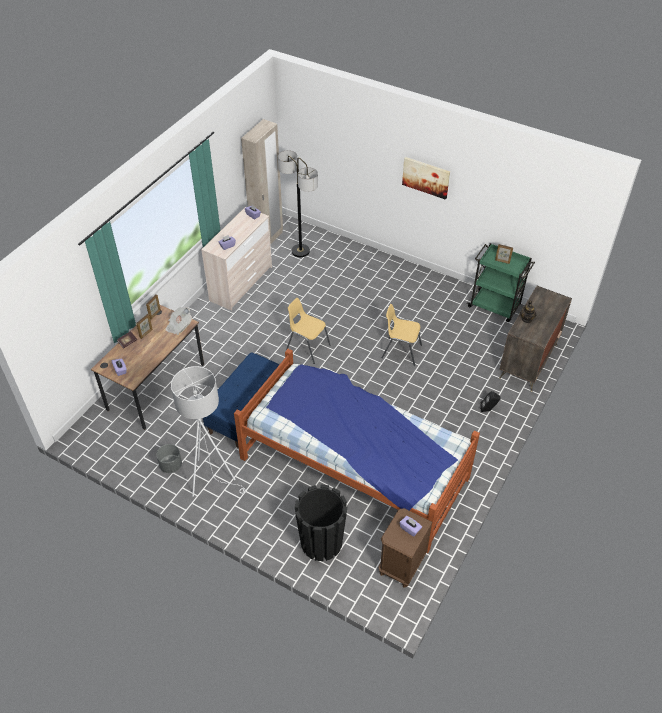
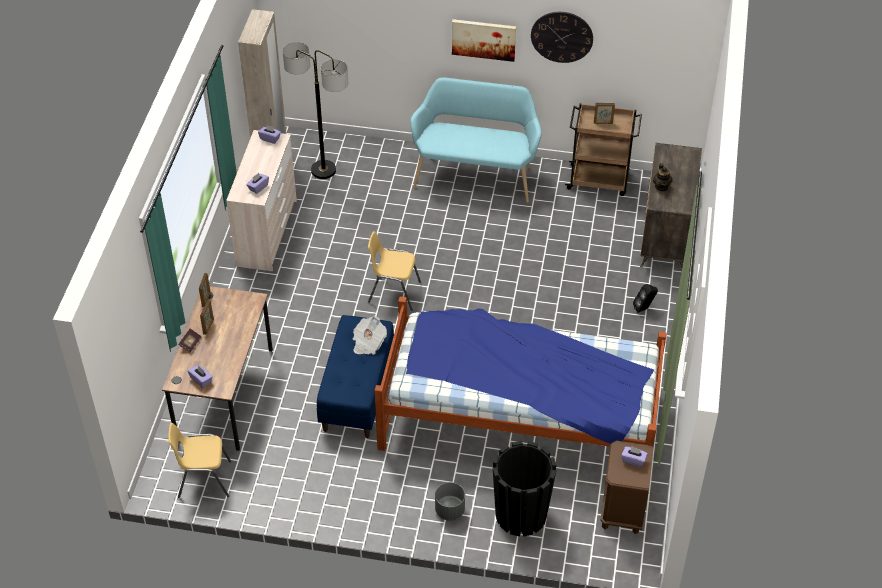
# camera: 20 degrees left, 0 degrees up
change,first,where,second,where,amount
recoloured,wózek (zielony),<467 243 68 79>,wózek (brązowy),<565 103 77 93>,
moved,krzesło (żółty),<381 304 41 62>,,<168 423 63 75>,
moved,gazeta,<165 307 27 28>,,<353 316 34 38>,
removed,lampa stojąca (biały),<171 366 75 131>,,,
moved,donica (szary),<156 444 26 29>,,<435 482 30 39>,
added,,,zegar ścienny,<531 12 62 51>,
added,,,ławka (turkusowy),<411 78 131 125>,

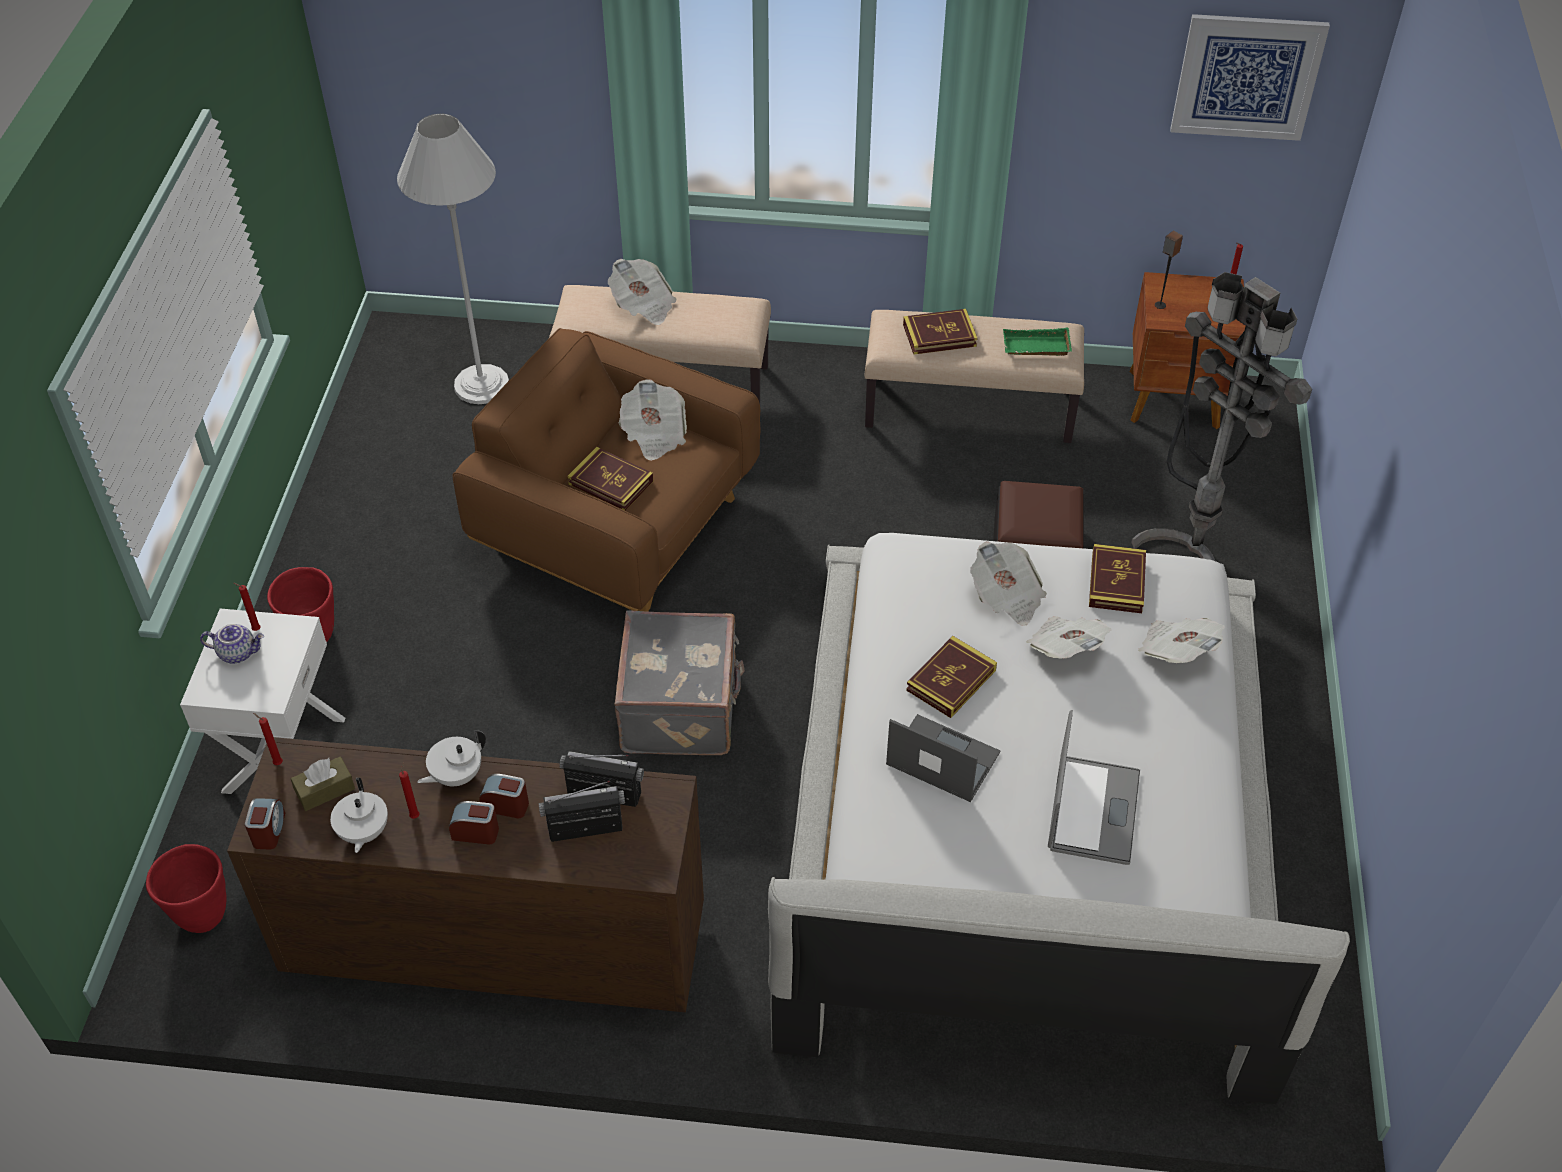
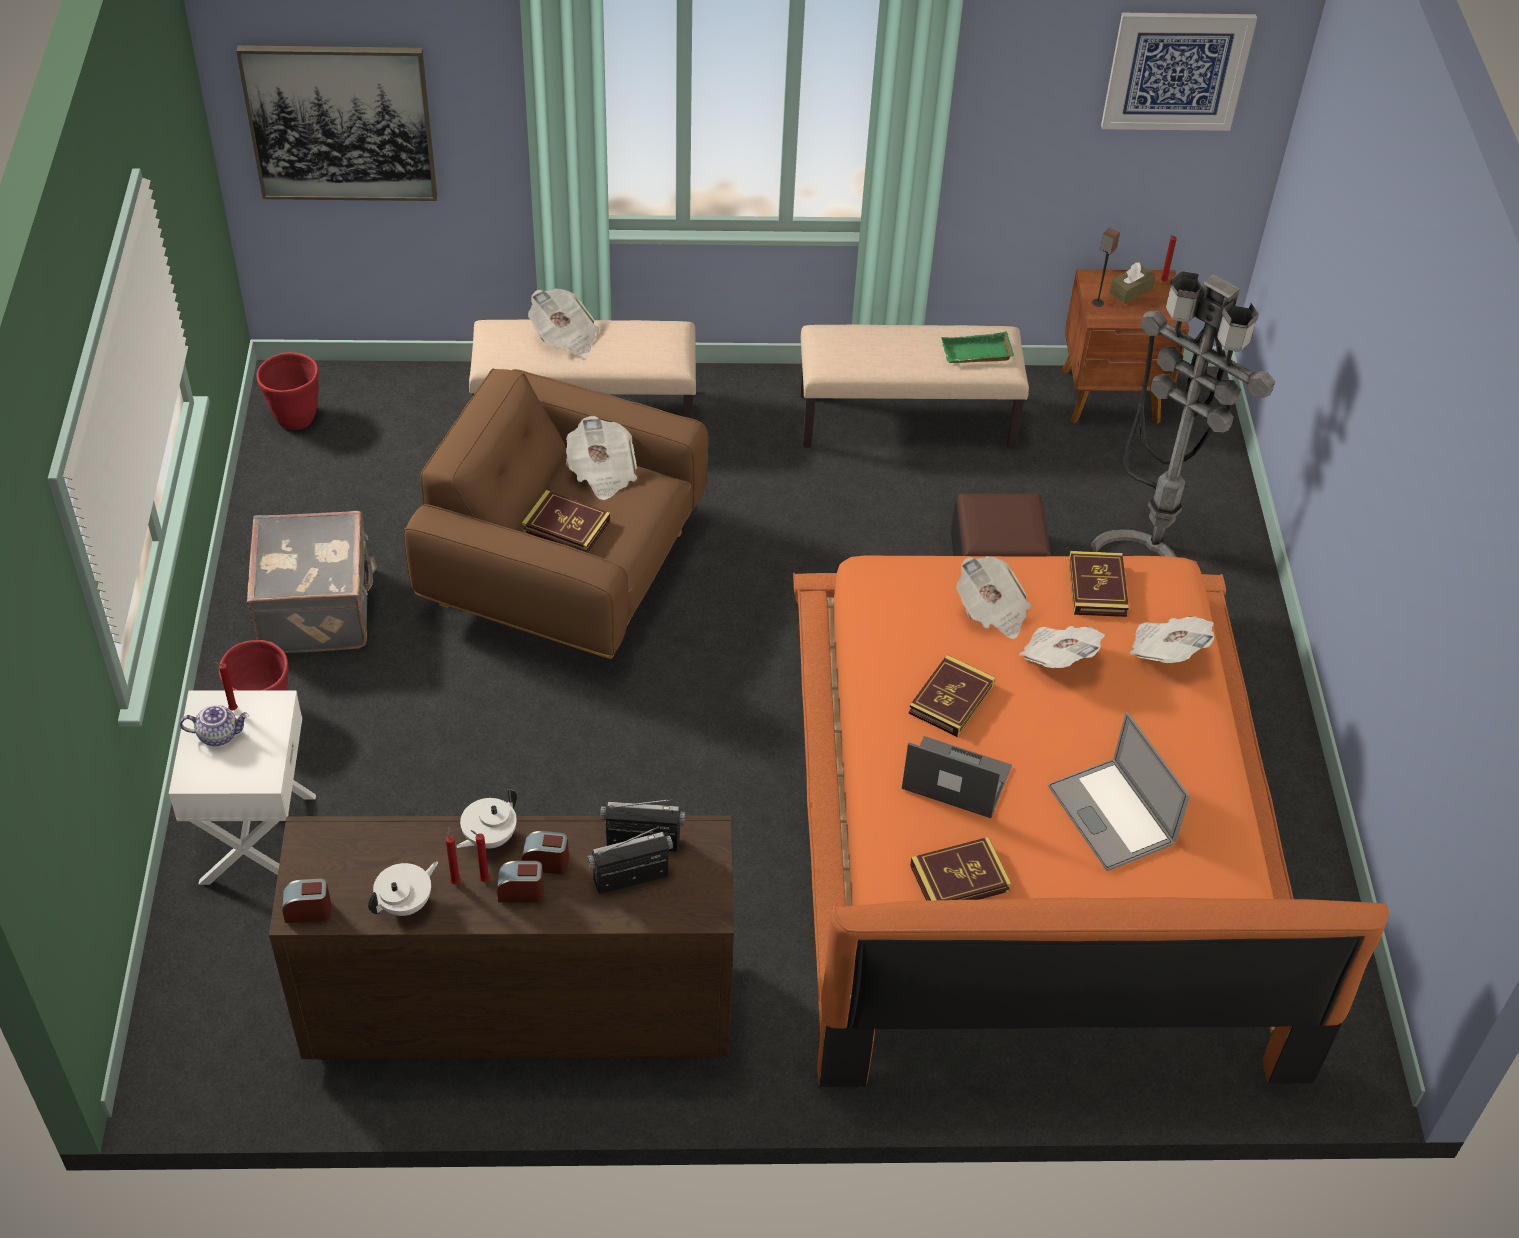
# camera: 10 degrees left, 0 degrees up
change,first,where,second,where,amount
removed,lampa stojąca (biały),<397 114 112 290>,,,
moved,książka,<903 309 74 45>,,<910 837 101 64>,
recoloured,łóżko (biały),<768 533 582 571>,łóżko (pomarańczowy),<793 555 596 532>,
moved,walizka (szary),<614 610 131 145>,,<247 511 130 142>,
turned,laptop,<1048 710 92 155>,,<1048 712 142 159>,150 degrees clockwise
moved,świeca (czerwony),<253 713 30 52>,,<471 830 19 52>,
moved,pudełko chusteczek (brązowy),<291 756 64 55>,,<1110 262 45 42>,
turned,imbryk (biały),<330 778 58 75>,,<368 861 70 55>,120 degrees counterclockwise
turned,budzik,<245 798 40 51>,,<282 878 49 45>,90 degrees counterclockwise
moved,donica (czerwony),<146 844 80 89>,,<256 352 63 78>,
added,,,obraz,<236 45 201 156>,

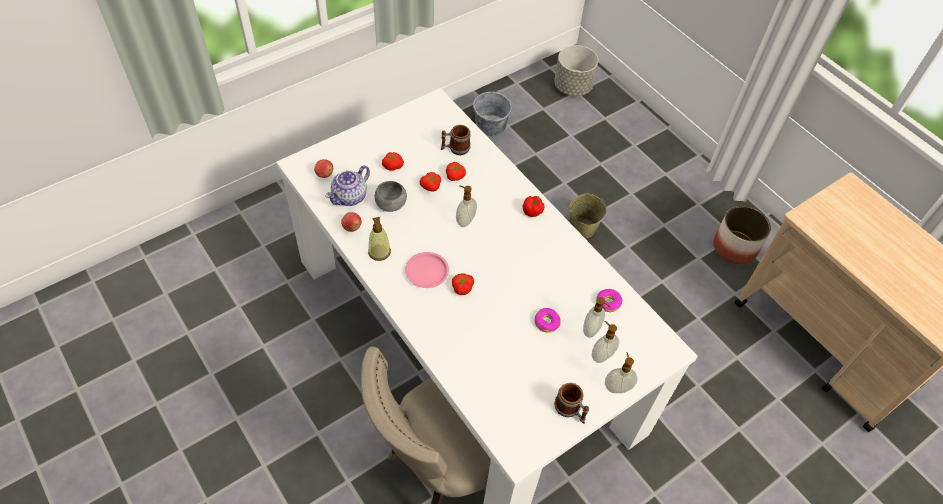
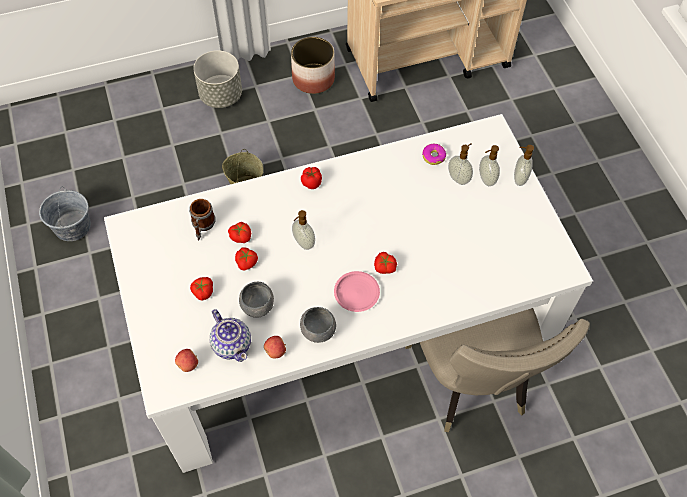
# camera: 70 degrees left, 5 degrees up
change,first,where,second,where,amount
moved,donica (szary),<554 45 45 51>,,<193 50 49 58>,
replaced,dozownik mydła,<368 217 23 44>,miska (szary),<300 307 36 36>,
removed,donut,<535 308 26 25>,,,
removed,kubek,<554 383 35 41>,,,

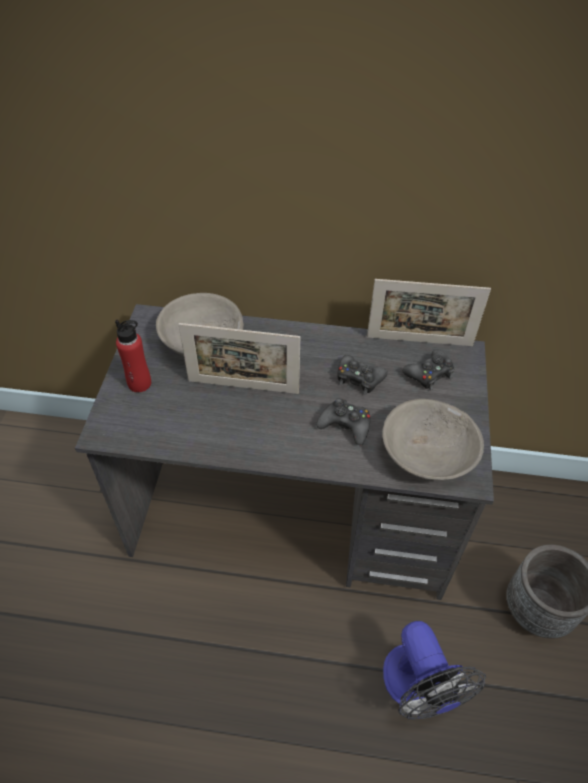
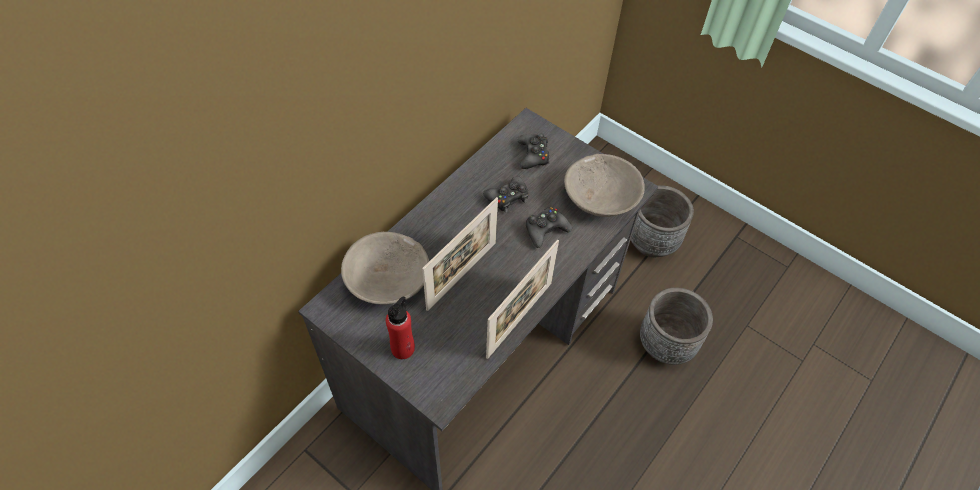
# camera: 60 degrees left, 5 degrees up
change,first,where,second,where,amount
moved,ramka na zdjęcie,<367 279 124 67>,,<486 240 73 119>,
replaced,wentylator,<383 621 103 99>,donica (szary),<640 288 73 77>,

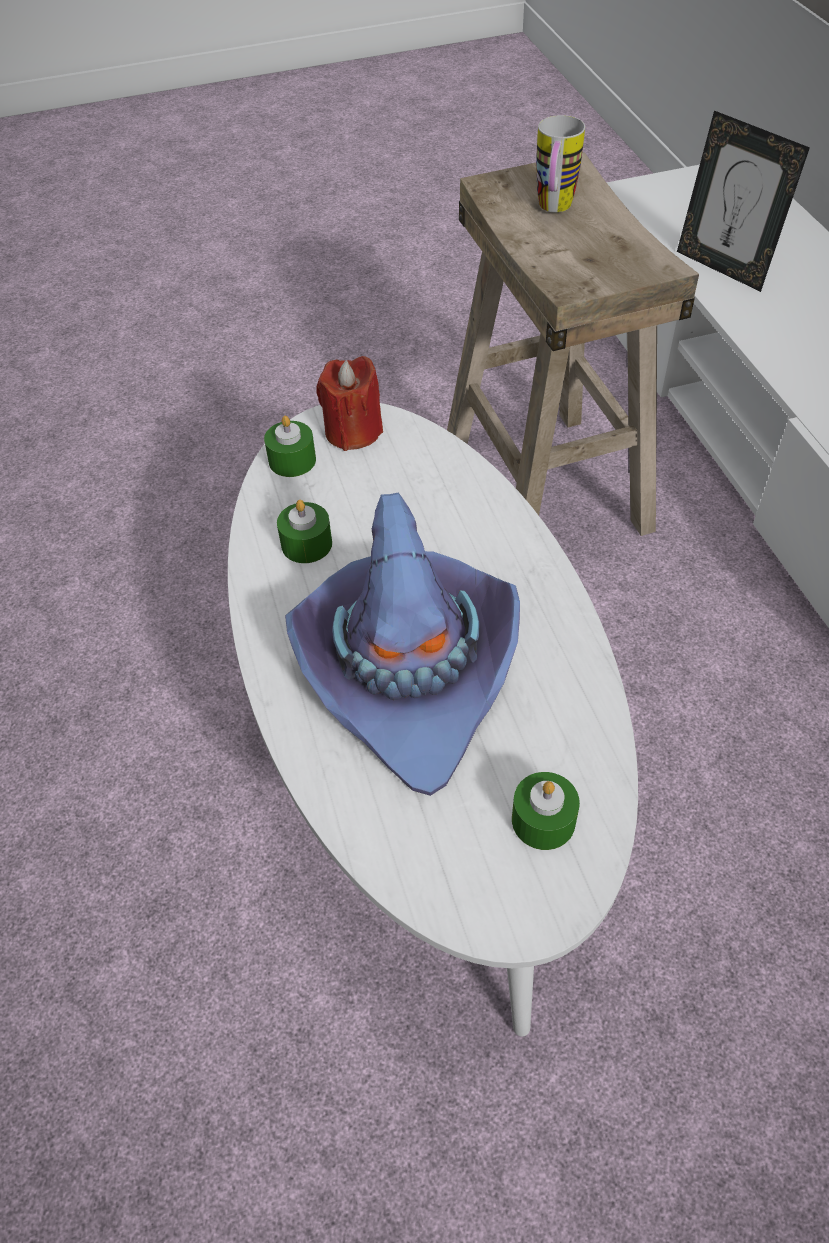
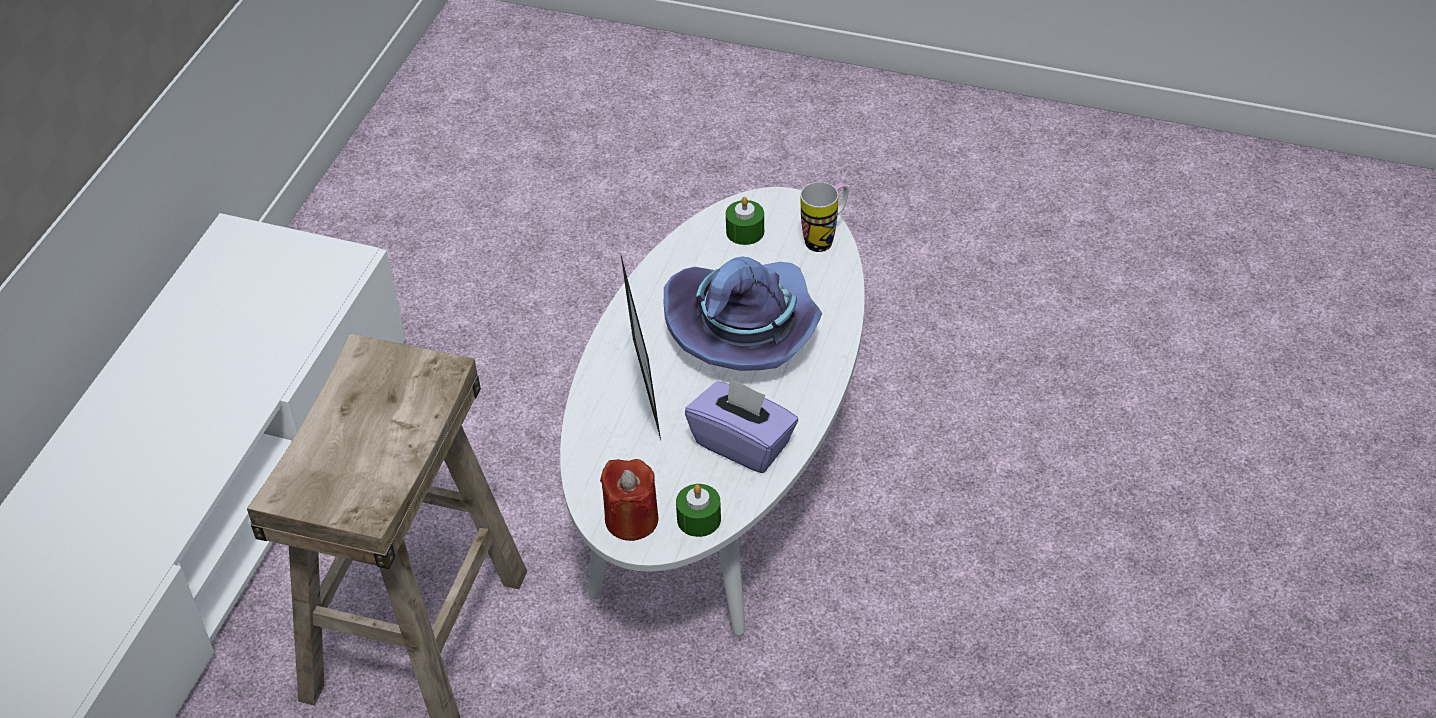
# camera: 145 degrees left, 5 degrees down
change,first,where,second,where,amount
moved,ramka na zdjęcie,<677 111 133 181>,,<621 256 40 184>,
moved,kubek,<536 115 49 98>,,<801 182 47 70>,
replaced,świeca (zielony),<277 500 55 63>,pudełko chusteczek (fioletowy),<685 377 113 96>,

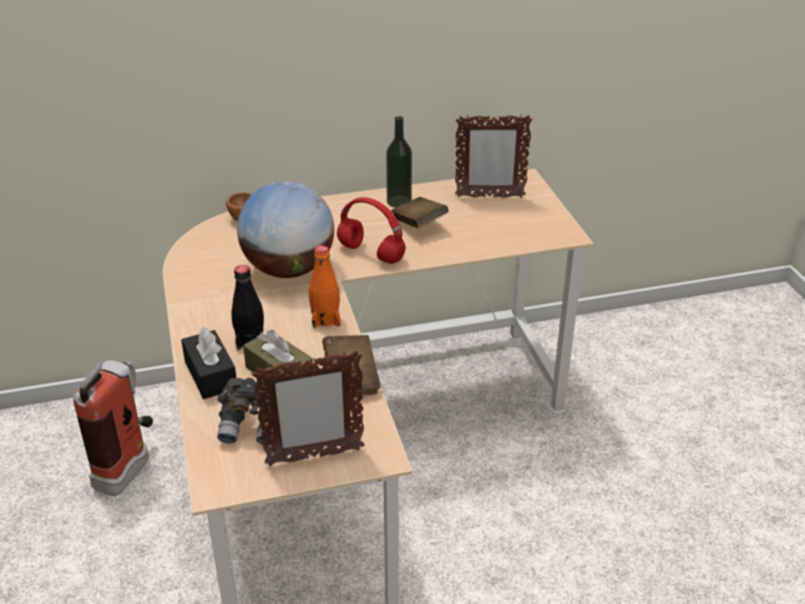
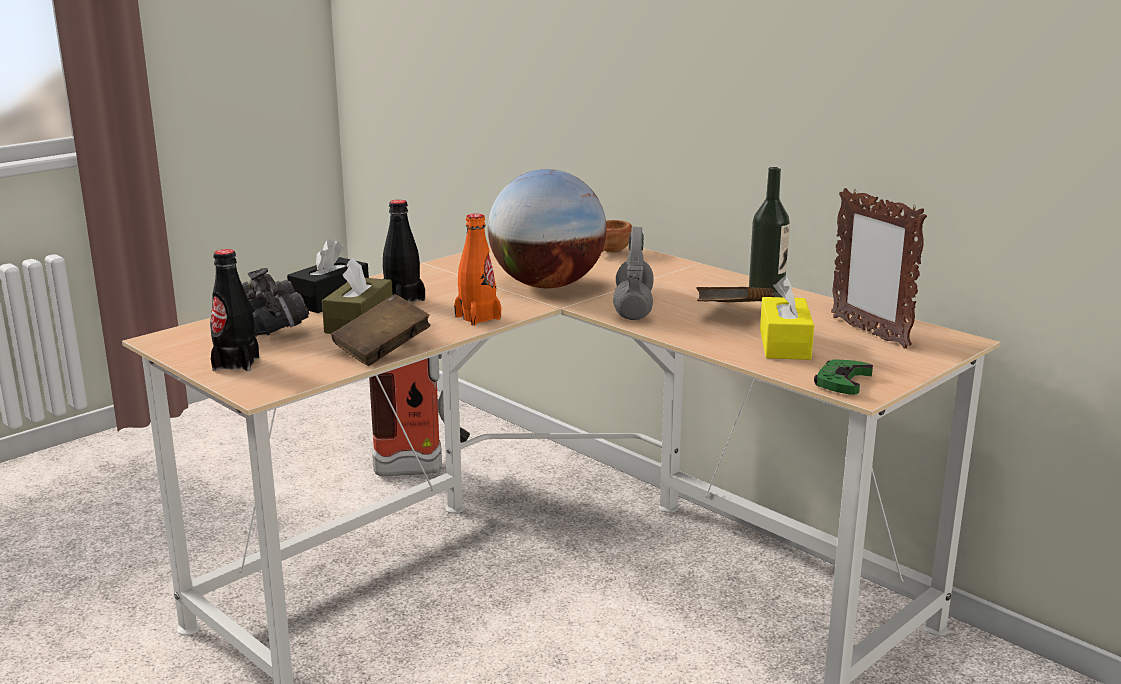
# camera: 60 degrees right, 15 degrees down
change,first,where,second,where,amount
recoloured,słuchawki (czerwony),<337 197 69 67>,słuchawki (szary),<613 227 41 93>,
replaced,ramka na zdjęcie,<252 350 112 116>,butelka (czarny),<210 249 49 122>,
added,,,pudełko chusteczek (żółty),<760 276 54 84>,
added,,,pad do gier (zielony),<814 359 59 36>,

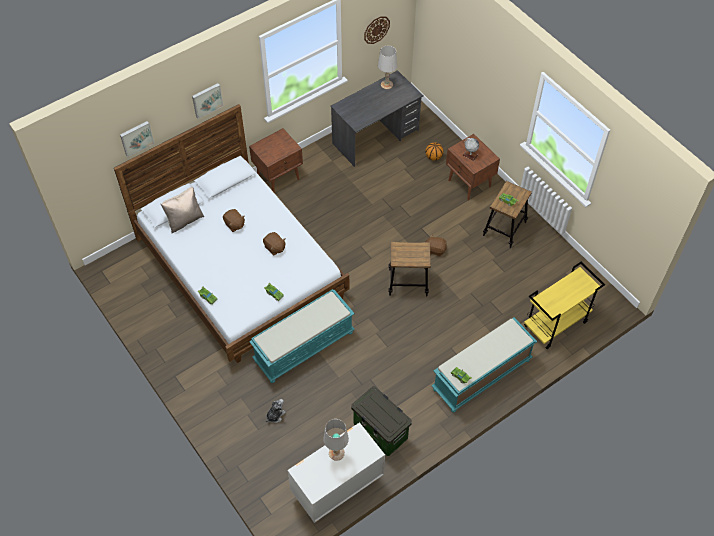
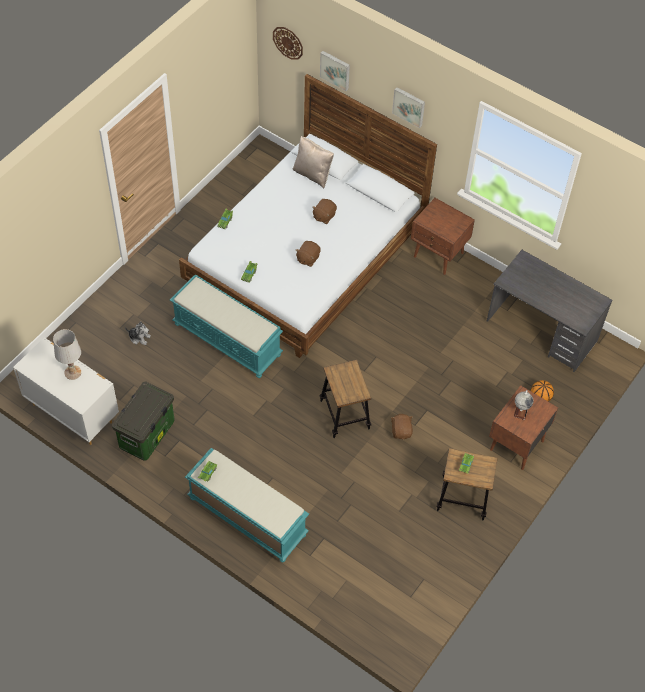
# camera: 70 degrees right, 0 degrees up
change,first,where,second,where,amount
moved,zegar ścienny,<364 16 26 28>,,<273 27 30 32>,
removed,lampa stołowa (biały),<378 46 19 43>,,,
removed,wózek (żółty),<524 261 81 88>,,,

